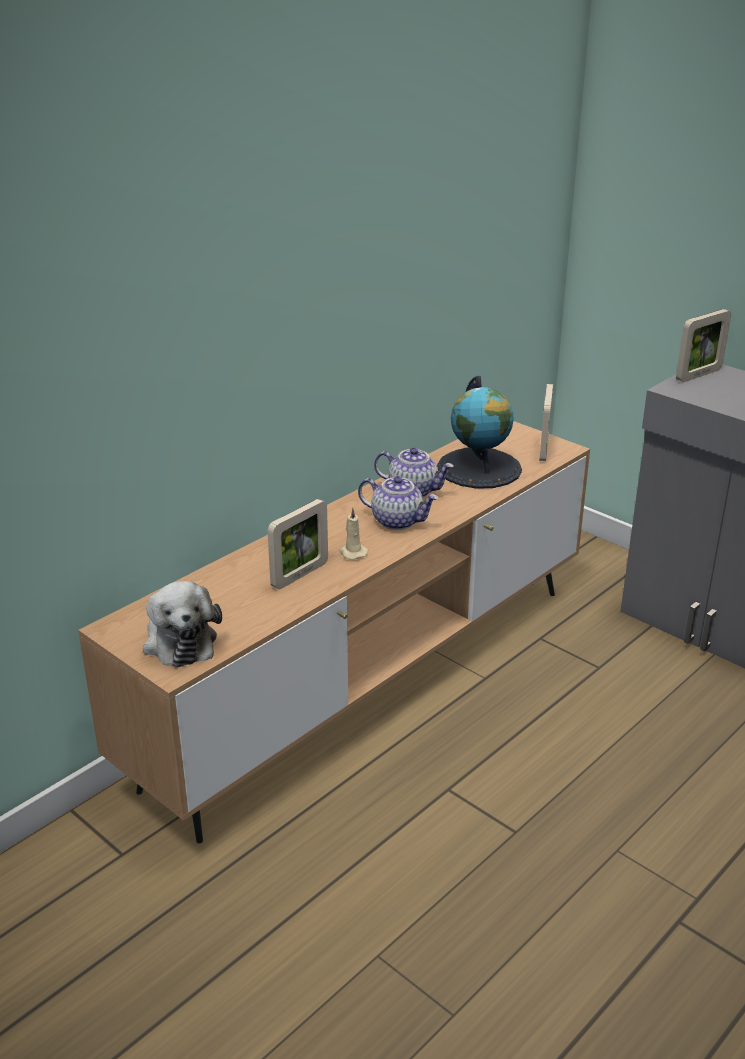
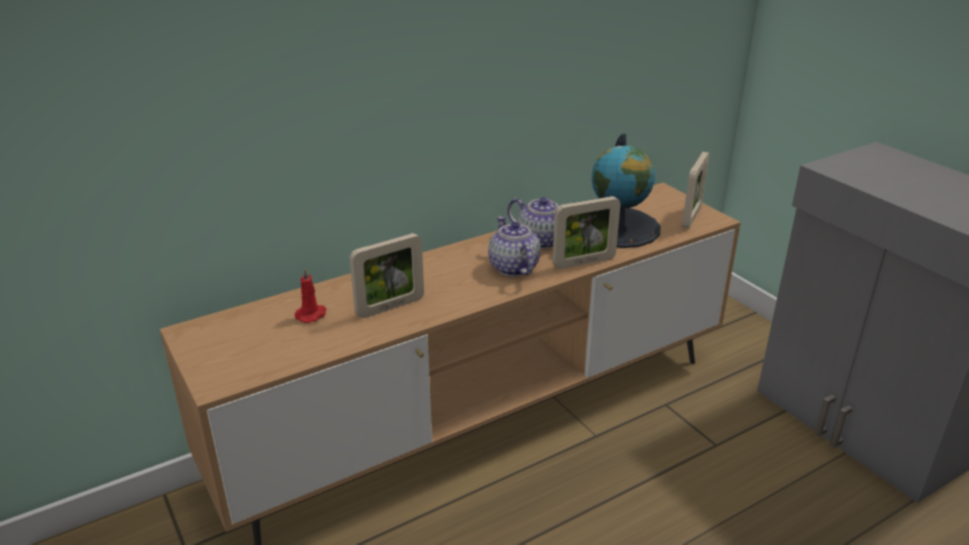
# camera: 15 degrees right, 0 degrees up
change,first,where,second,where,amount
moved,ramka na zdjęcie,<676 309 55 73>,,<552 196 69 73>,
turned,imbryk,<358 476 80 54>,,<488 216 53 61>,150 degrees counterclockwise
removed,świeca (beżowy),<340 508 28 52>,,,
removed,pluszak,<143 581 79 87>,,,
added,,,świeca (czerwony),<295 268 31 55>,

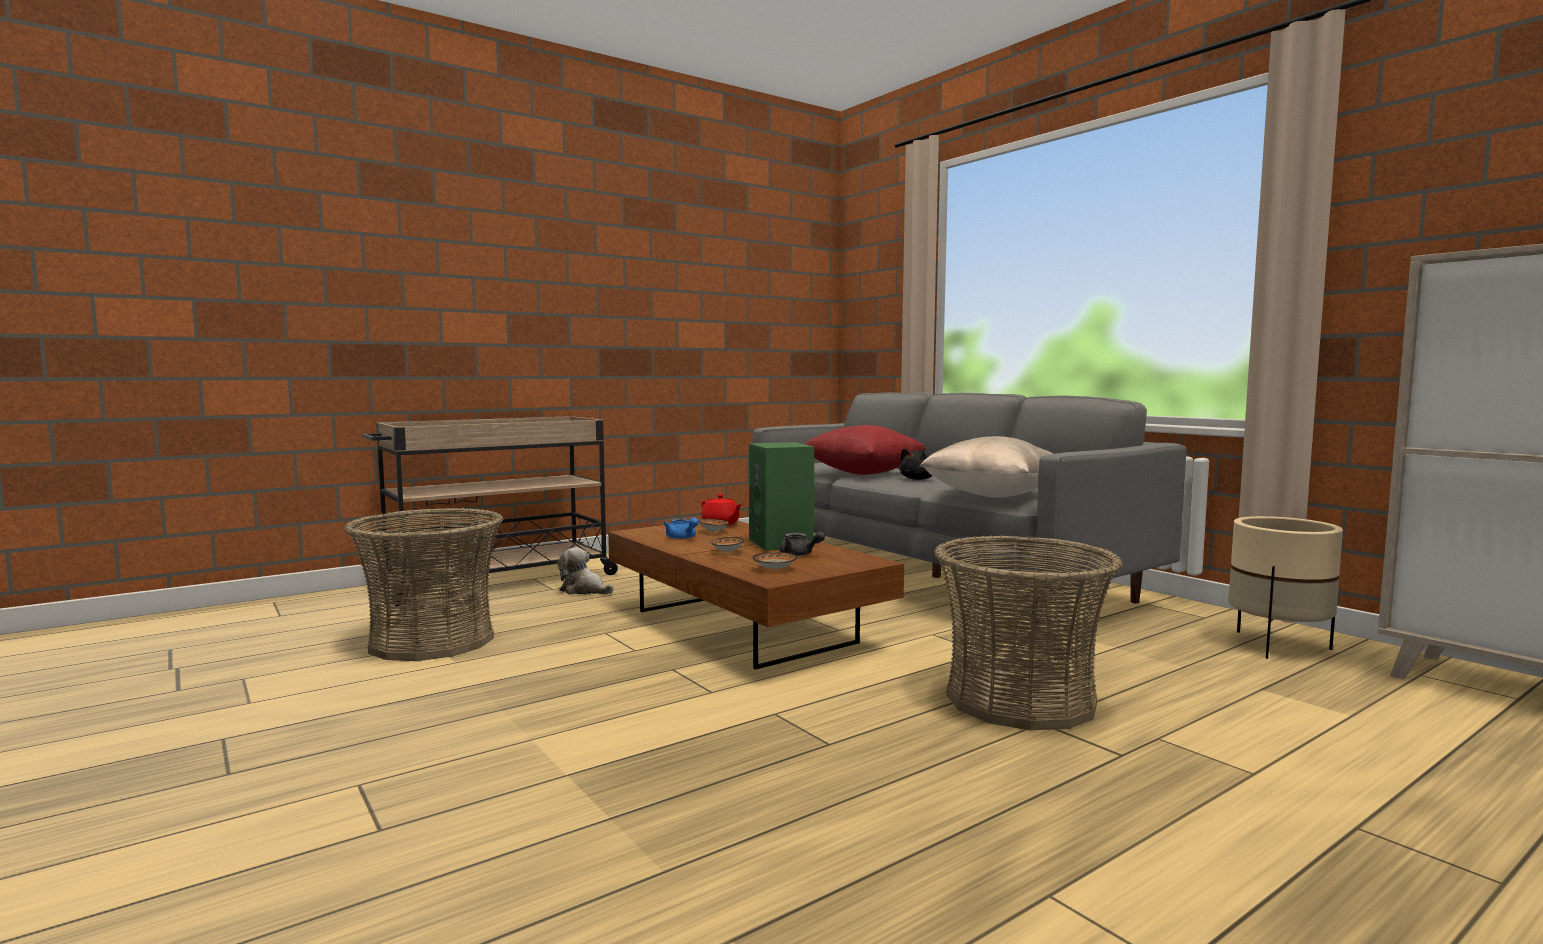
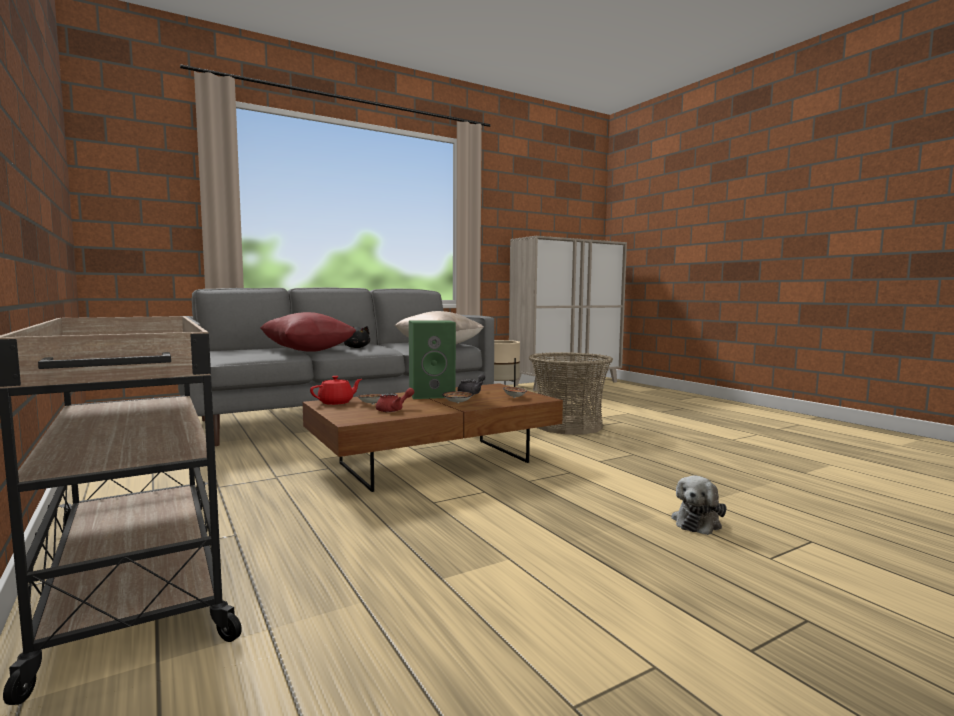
# camera: 85 degrees left, 0 degrees up
change,first,where,second,where,amount
removed,koszyk,<344 508 160 153>,,,
recoloured,imbryk (niebieski),<663 517 36 22>,imbryk (czerwony),<376 388 38 24>,
moved,pluszak,<557 547 57 48>,,<671 476 56 59>,

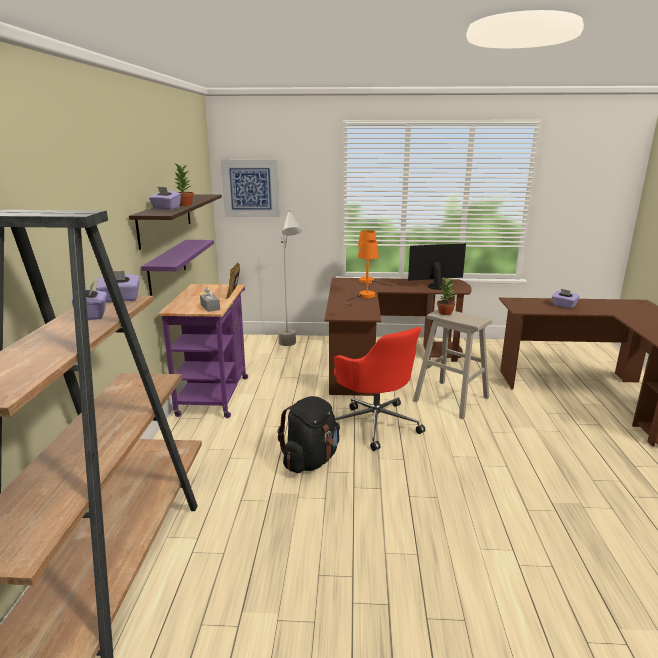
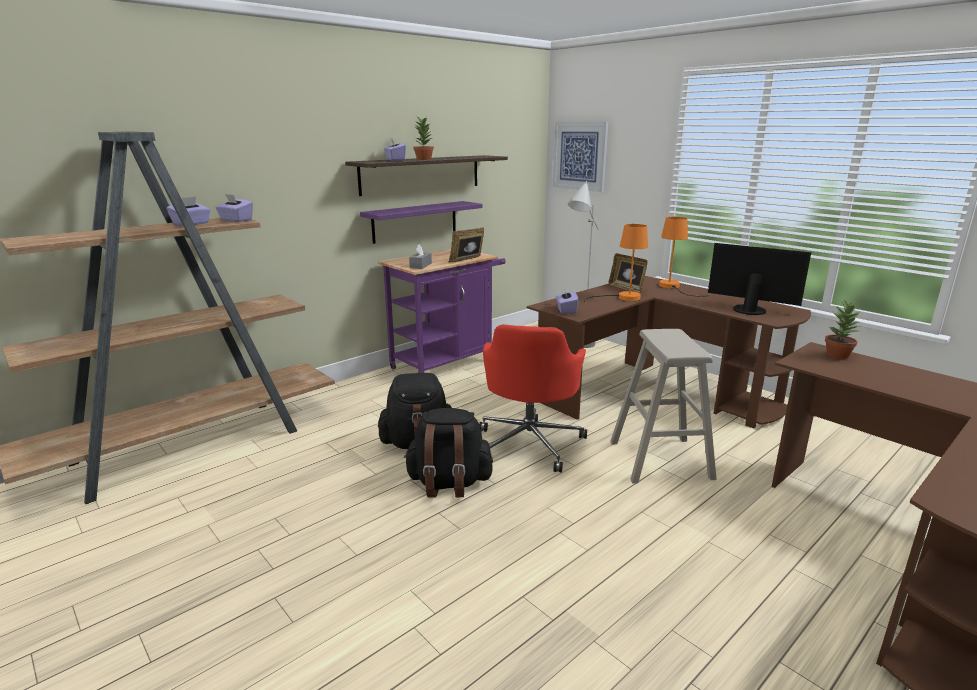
# camera: 45 degrees right, 0 degrees up
change,first,where,second,where,amount
moved,roślina doniczkowa,<437 277 19 38>,,<825 298 34 61>,
moved,pudełko chusteczek (fioletowy),<552 289 27 19>,,<556 289 23 25>,
added,,,ramka na zdjęcie,<608 253 40 40>,
added,,,plecak (czarny),<404 408 89 90>,

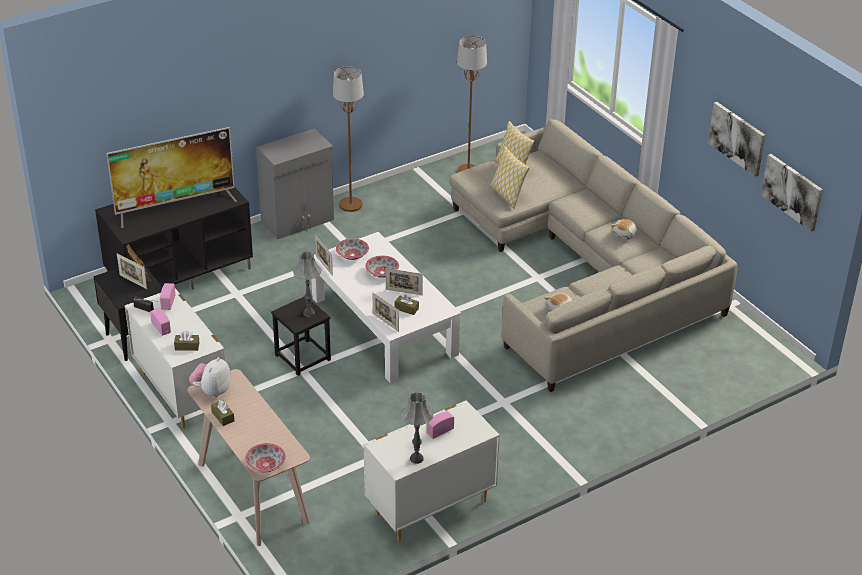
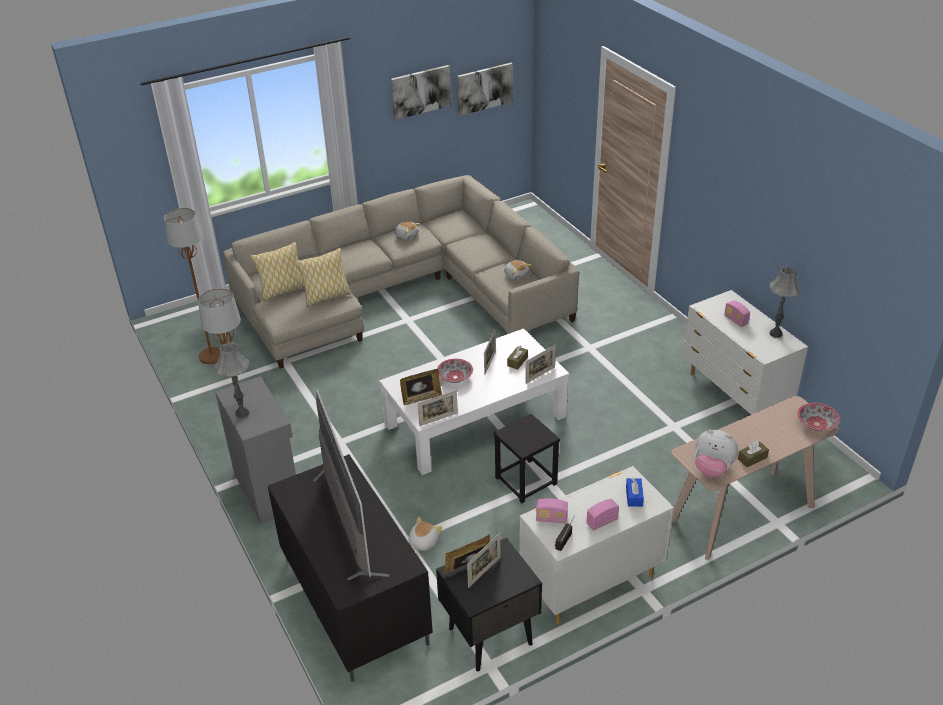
# camera: 85 degrees left, 0 degrees up
change,first,where,second,where,amount
replaced,miska,<336 238 33 22>,ramka na zdjęcie,<400 369 42 36>,
moved,lampa stołowa (szary),<293 251 29 66>,,<215 342 35 76>,
recoloured,pudełko chusteczek (brązowy),<174 331 25 20>,pudełko chusteczek (niebieski),<626 478 18 29>,
added,,,pluszak,<409 517 33 34>,

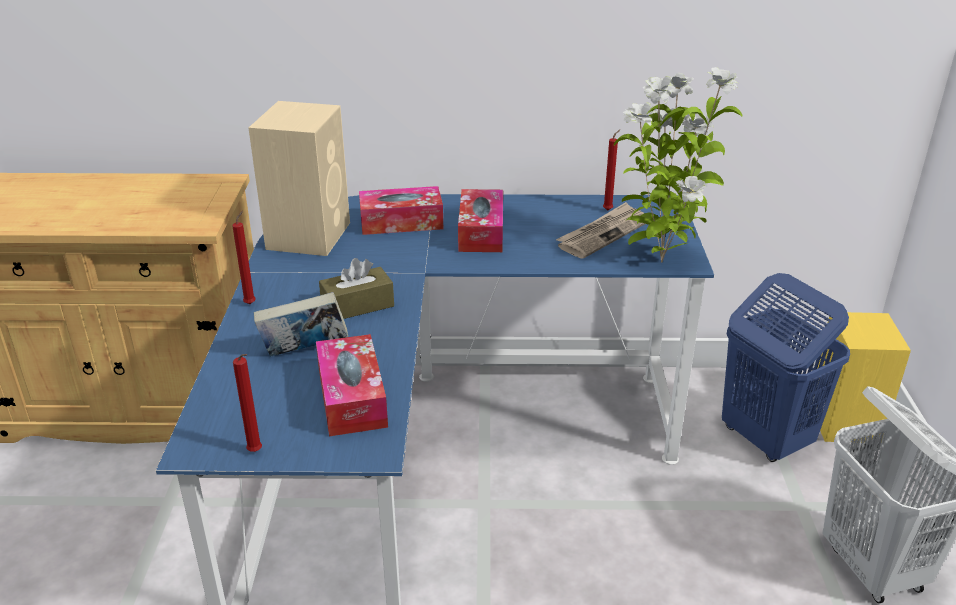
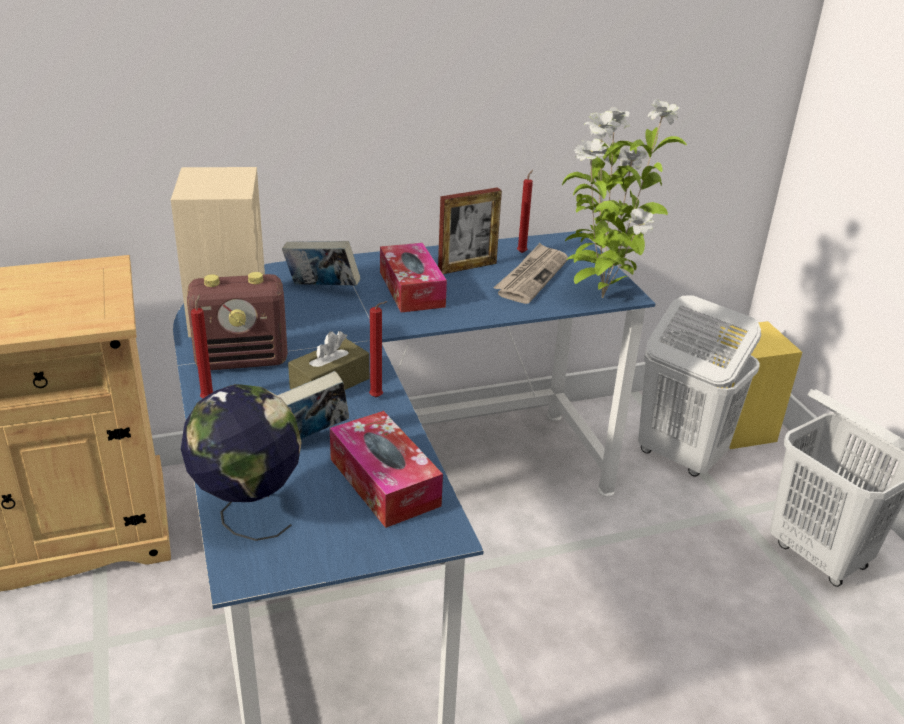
# camera: 20 degrees left, 0 degrees up
change,first,where,second,where,amount
replaced,pudełko chusteczek,<359 186 84 49>,książka,<282 241 78 45>,
recoloured,kosz na pranie (niebieski),<722 273 128 189>,kosz na pranie (biały),<638 296 123 181>,
moved,świeca (czerwony),<233 354 29 98>,,<369 301 18 96>,
added,,,ramka na zdjęcie,<438 187 64 87>,
added,,,radio,<187 272 101 98>,
added,,,globus,<181 384 121 157>,

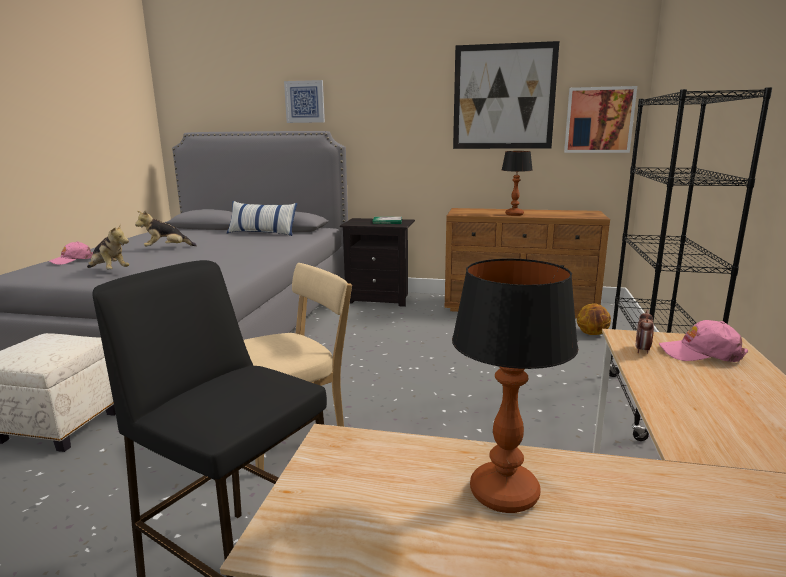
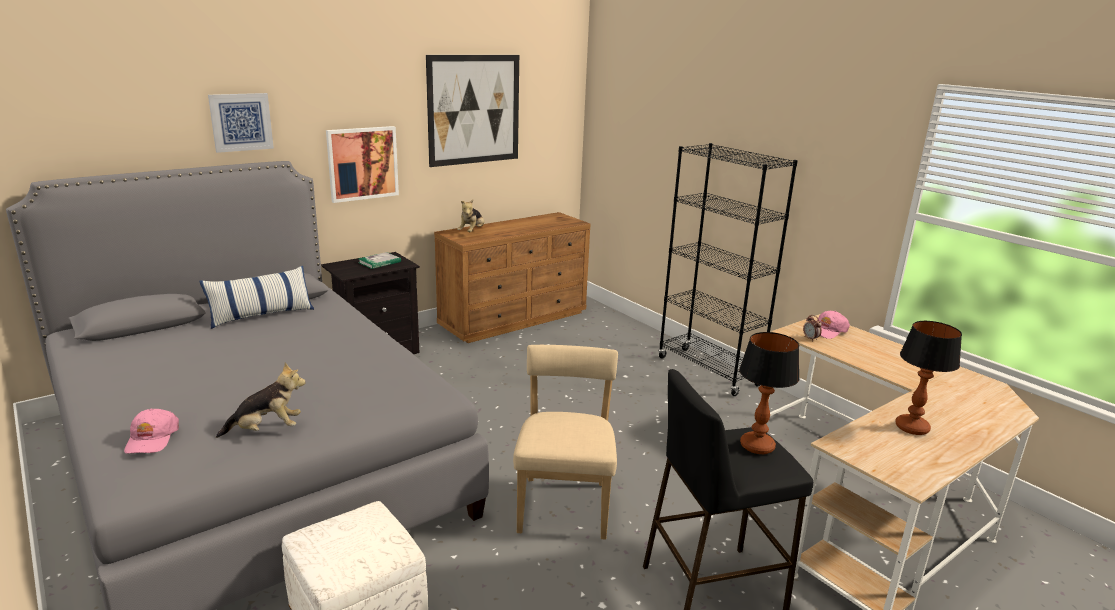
# camera: 50 degrees left, 5 degrees up
change,first,where,second,where,amount
moved,obraz,<564 86 73 67>,,<326 126 73 77>,
moved,lampa stołowa,<502 151 31 65>,,<739 332 61 122>,
moved,pluszak,<135 211 62 35>,,<457 200 27 32>,
removed,piłka do koszykówki,<577 303 34 32>,,,

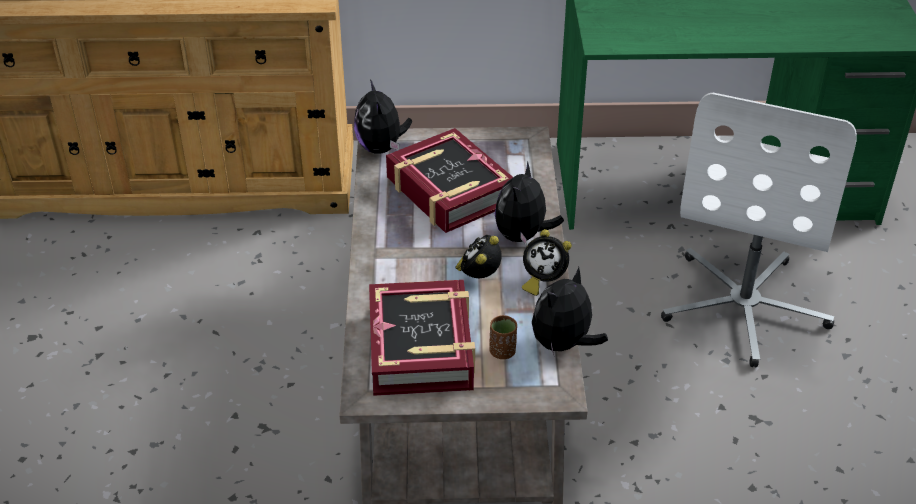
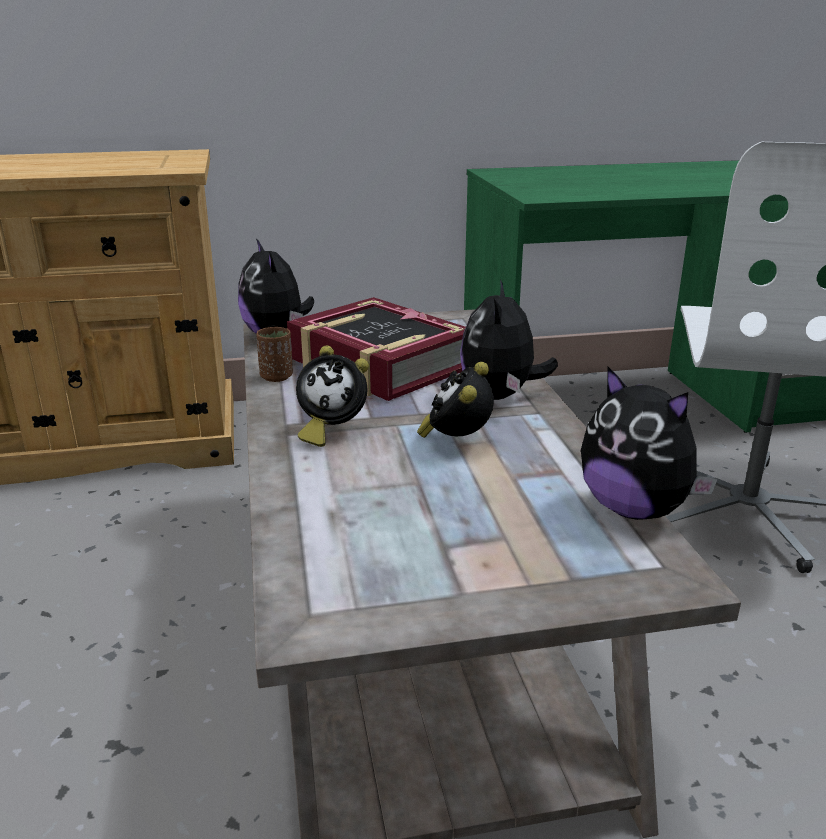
# camera: 10 degrees left, 15 degrees down
change,first,where,second,where,amount
moved,budzik,<522 229 50 67>,,<296 346 73 101>,
turned,pluszak,<532 267 76 88>,,<581 366 137 154>,75 degrees counterclockwise
removed,książka,<369 280 106 116>,,,
moved,filiżanka (brązowy),<489 315 28 44>,,<256 327 37 55>,

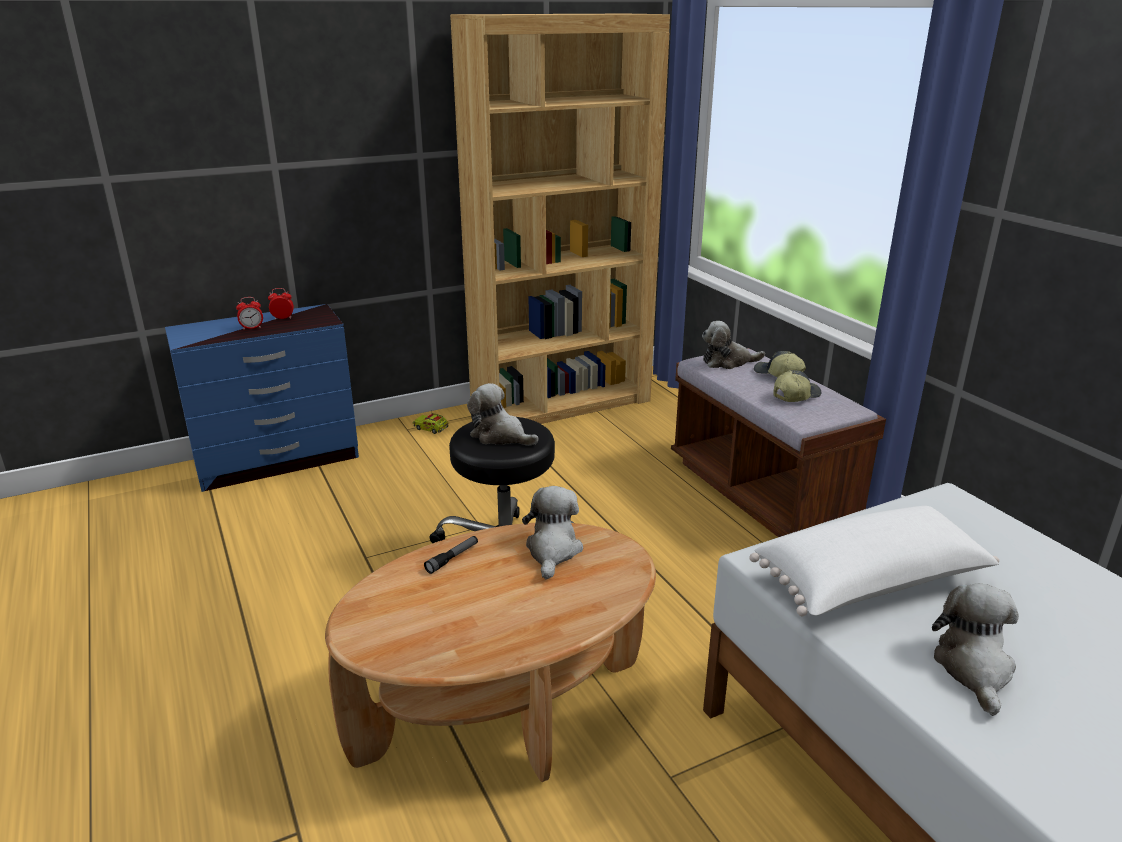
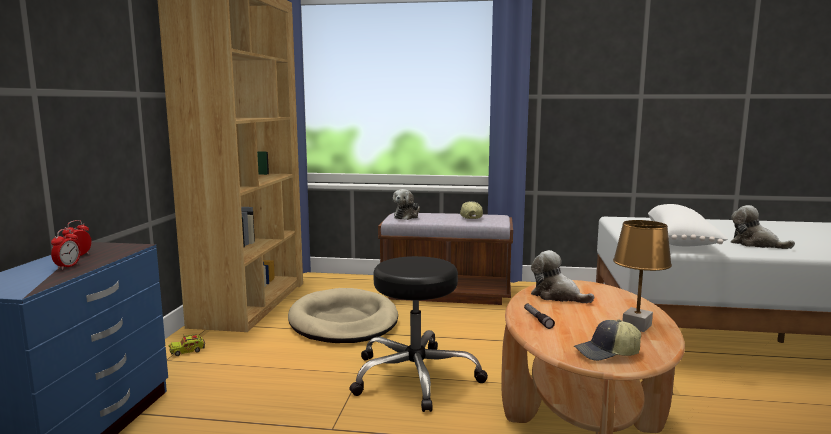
# camera: 55 degrees left, 15 degrees down
change,first,where,second,where,amount
moved,czapka z daszkiem,<754 351 52 26>,,<574 320 67 41>,
removed,pluszak,<467 383 72 63>,,,
added,,,lampa stołowa (brązowy),<613 220 59 112>,
added,,,legowisko (beżowy),<288 288 110 55>,

